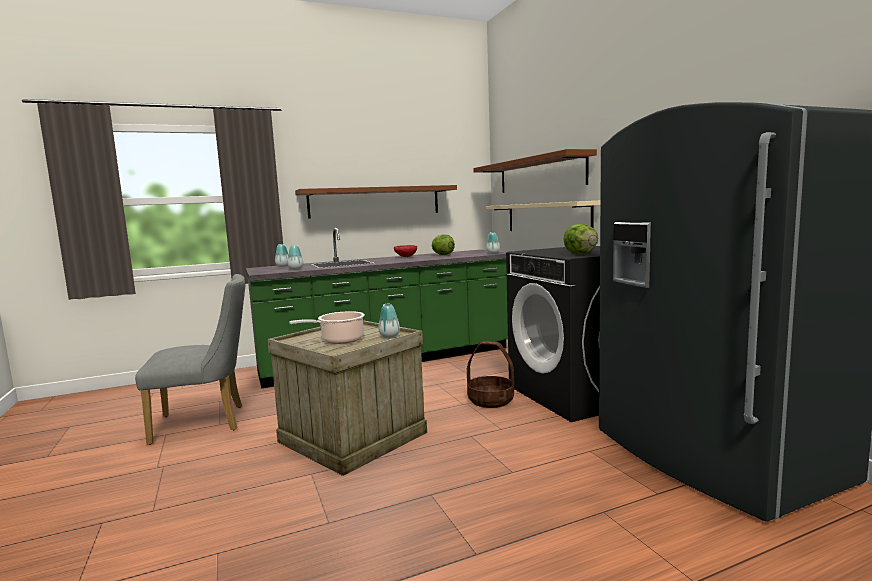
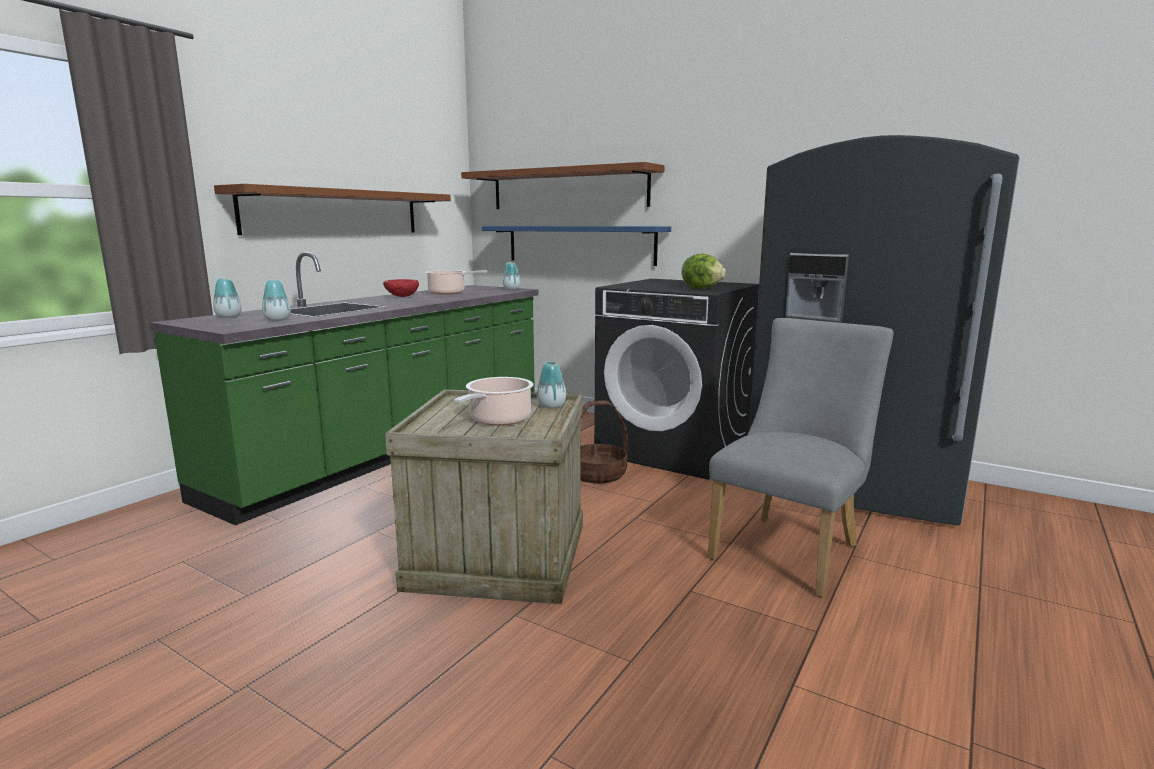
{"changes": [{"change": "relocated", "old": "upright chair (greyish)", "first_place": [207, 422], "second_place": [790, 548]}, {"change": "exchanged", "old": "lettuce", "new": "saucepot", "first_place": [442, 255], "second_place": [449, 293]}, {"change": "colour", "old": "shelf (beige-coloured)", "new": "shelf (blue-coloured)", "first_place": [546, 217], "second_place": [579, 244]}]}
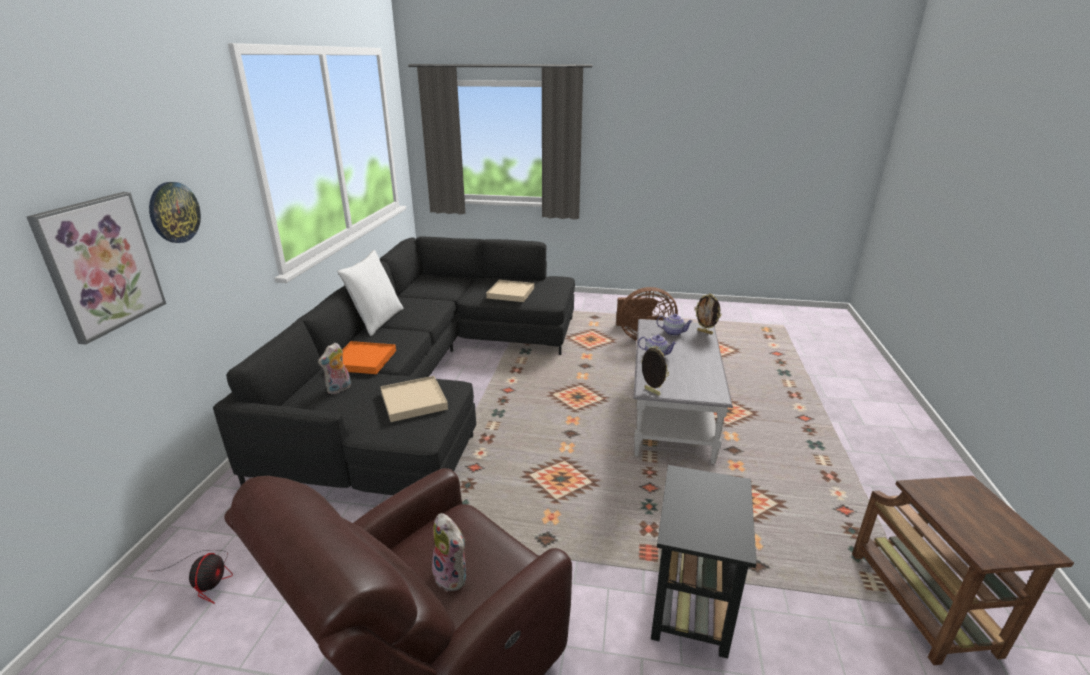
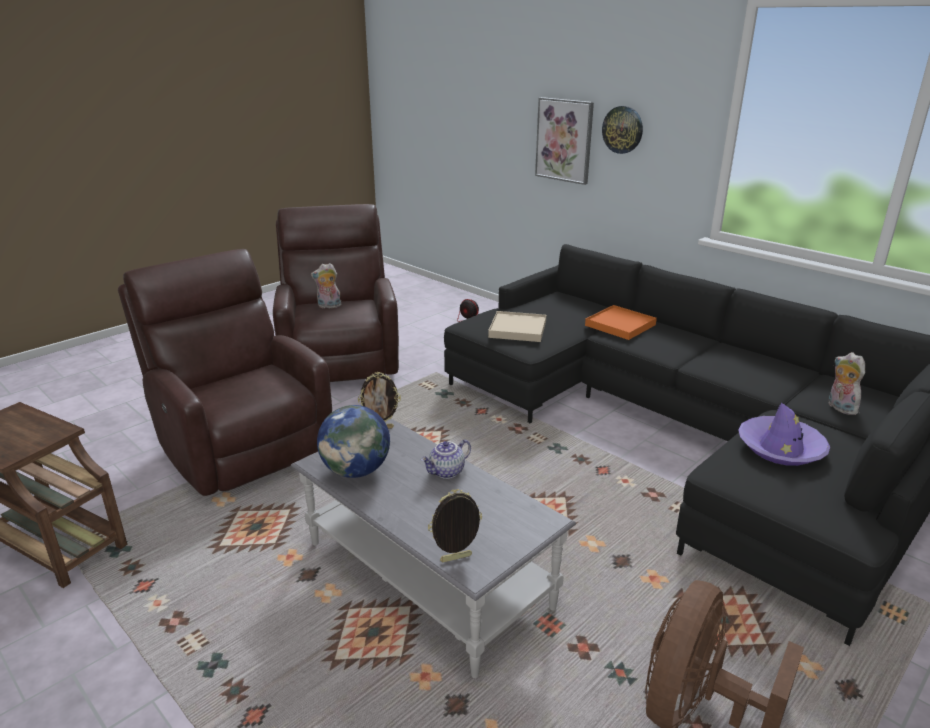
{"changes": [{"change": "relocated", "old": "soft toy", "first_place": [339, 389], "second_place": [839, 407]}, {"change": "missing", "old": "pillow (whitish)", "first_place": [377, 321]}, {"change": "exchanged", "old": "serving tray (beige-coloured)", "new": "clothing hat (purple)", "first_place": [510, 293], "second_place": [780, 448]}, {"change": "exchanged", "old": "side table (black)", "new": "armchair (brownish)", "first_place": [691, 597], "second_place": [242, 445]}, {"change": "missing", "old": "pot for tea", "first_place": [673, 332]}, {"change": "appeared", "new": "world globe", "second_place": [356, 471]}]}
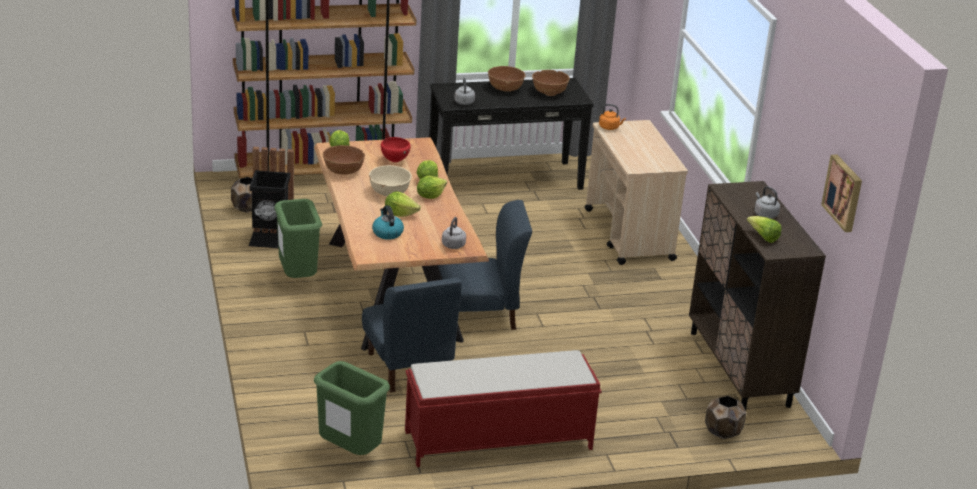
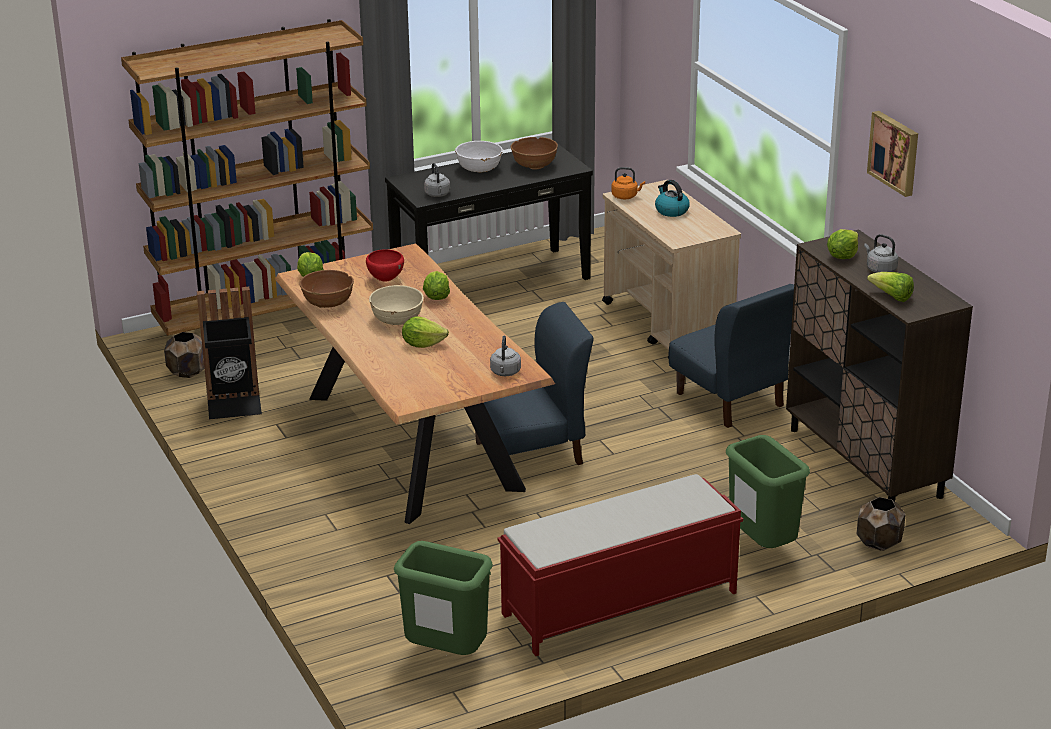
{"changes": [{"change": "relocated", "old": "trash can (green)", "first_place": [297, 278], "second_place": [760, 546]}, {"change": "relocated", "old": "upright chair (blue-coloured)", "first_place": [408, 367], "second_place": [729, 400]}, {"change": "relocated", "old": "tea kettle", "first_place": [387, 233], "second_place": [671, 210]}, {"change": "relocated", "old": "lettuce", "first_place": [430, 196], "second_place": [842, 256]}, {"change": "colour", "old": "deep dish (brownish)", "new": "deep dish (whitish)", "first_place": [505, 89], "second_place": [479, 169]}, {"change": "relocated", "old": "wall art", "first_place": [844, 192], "second_place": [895, 152]}]}
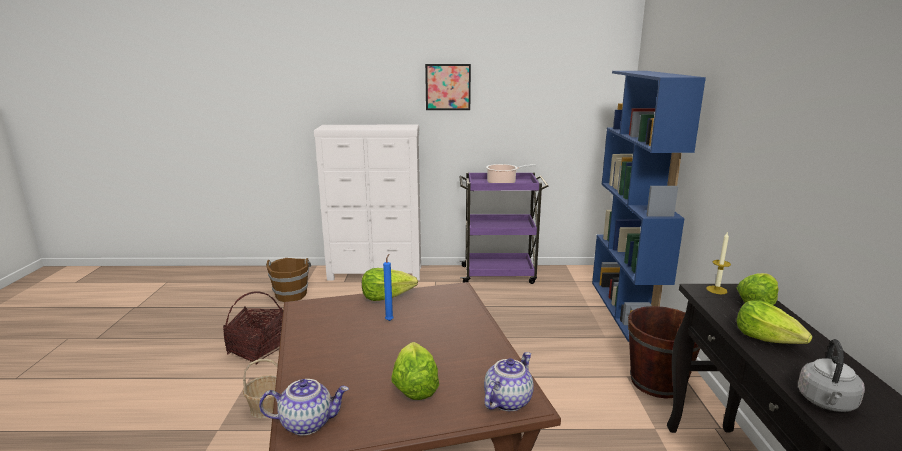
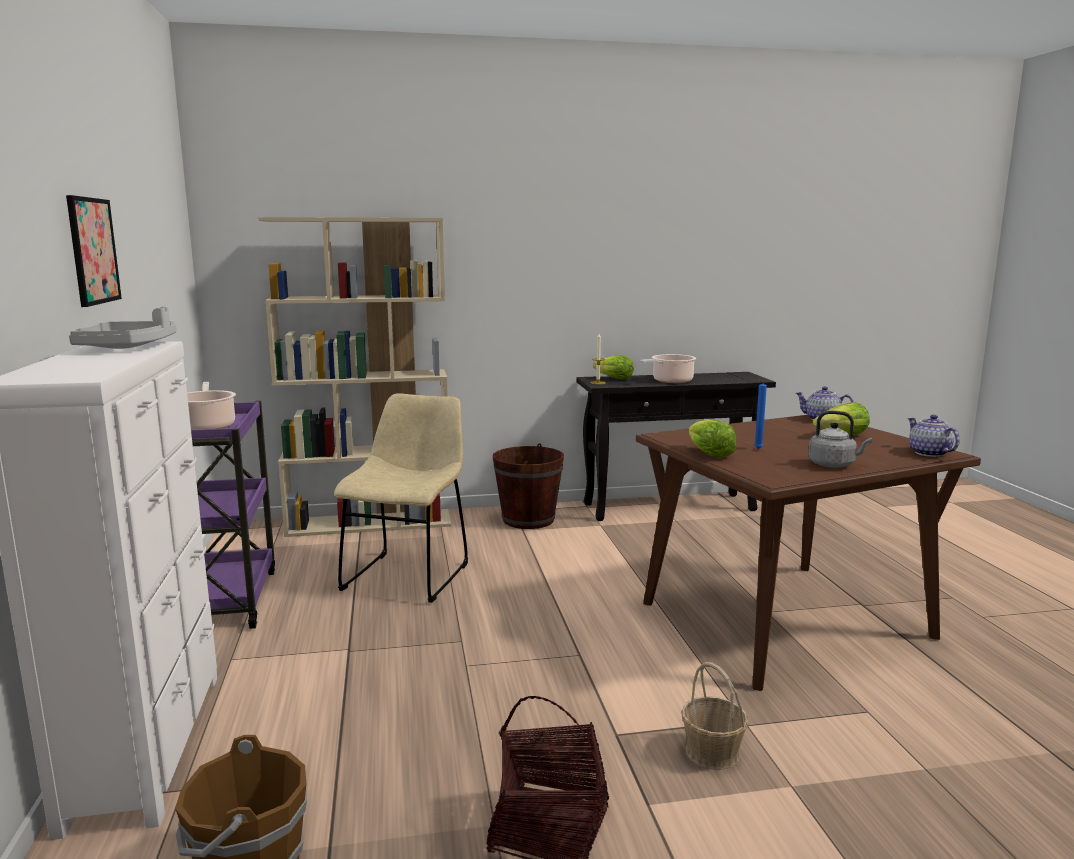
{"changes": [{"change": "colour", "old": "shelving unit (blue-coloured)", "new": "shelving unit (beige-coloured)", "first_place": [626, 309], "second_place": [370, 523]}, {"change": "exchanged", "old": "lettuce", "new": "saucepot", "first_place": [767, 339], "second_place": [670, 381]}, {"change": "relocated", "old": "tea kettle (greyish)", "first_place": [826, 403], "second_place": [834, 465]}, {"change": "appeared", "new": "serving tray (greyish)", "second_place": [128, 347]}, {"change": "appeared", "new": "upright chair (beige-coloured)", "second_place": [409, 574]}]}
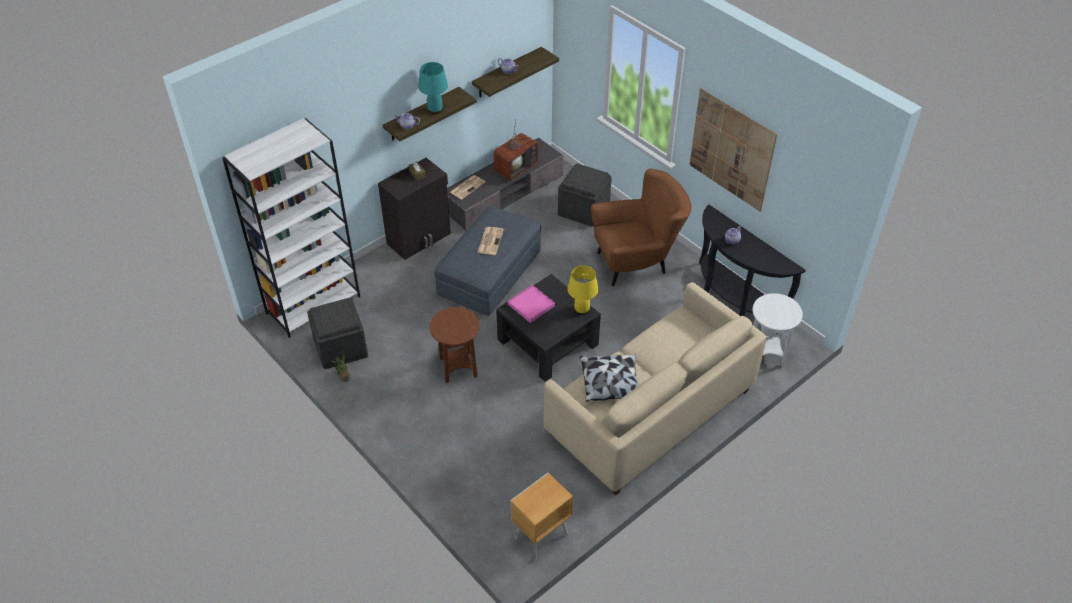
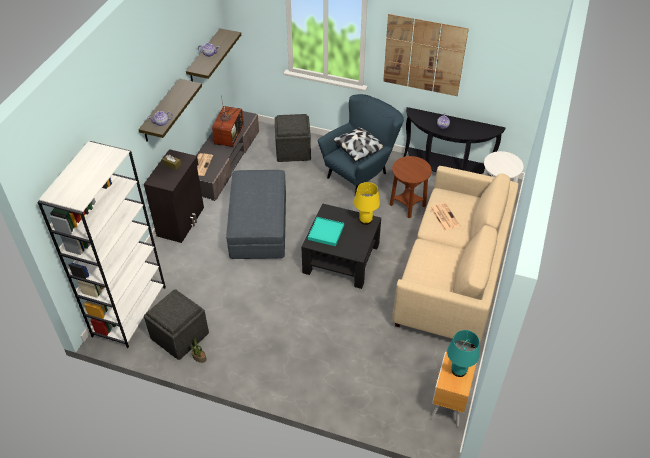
{"changes": [{"change": "relocated", "old": "tabletop lamp (turquoise-coloured)", "first_place": [434, 110], "second_place": [458, 370]}, {"change": "relocated", "old": "side table (brownish)", "first_place": [458, 367], "second_place": [407, 205]}, {"change": "relocated", "old": "printed paper", "first_place": [490, 241], "second_place": [444, 216]}, {"change": "colour", "old": "serving tray (pinkish)", "new": "serving tray (turquoise-coloured)", "first_place": [531, 305], "second_place": [326, 232]}, {"change": "relocated", "old": "pillow", "first_place": [610, 384], "second_place": [360, 148]}, {"change": "colour", "old": "armchair (brownish)", "new": "armchair (blue-coloured)", "first_place": [637, 263], "second_place": [360, 174]}]}
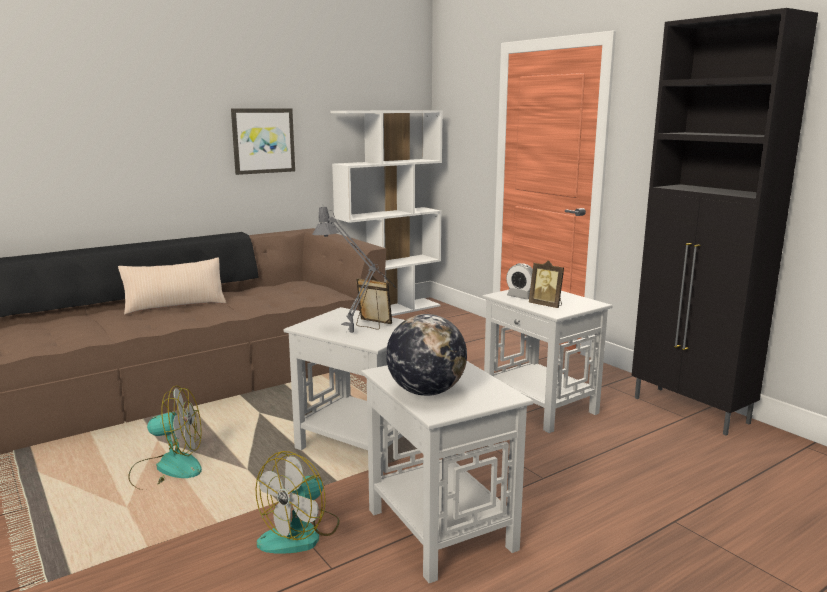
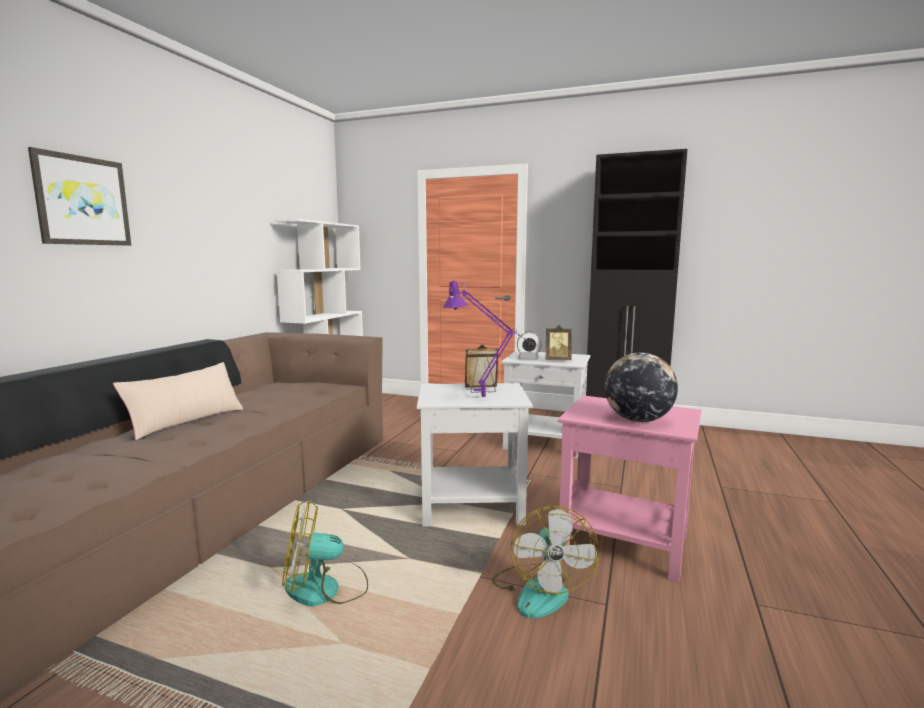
{"changes": [{"change": "spun", "old": "electric fan", "first_place": [167, 468], "second_place": [325, 589], "degrees": -150}, {"change": "relocated", "old": "wall art", "first_place": [263, 141], "second_place": [82, 201]}, {"change": "colour", "old": "tabletop lamp (greyish)", "new": "tabletop lamp (purple)", "first_place": [357, 335], "second_place": [489, 398]}, {"change": "colour", "old": "side table (whitish)", "new": "side table (pinkish)", "first_place": [440, 528], "second_place": [621, 542]}]}
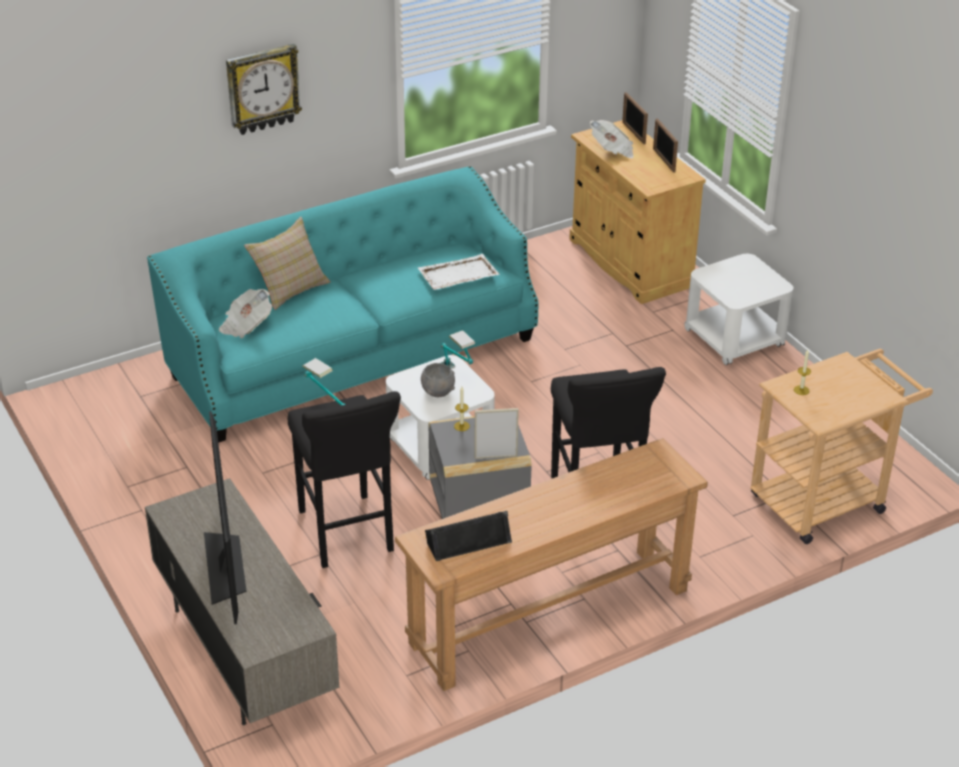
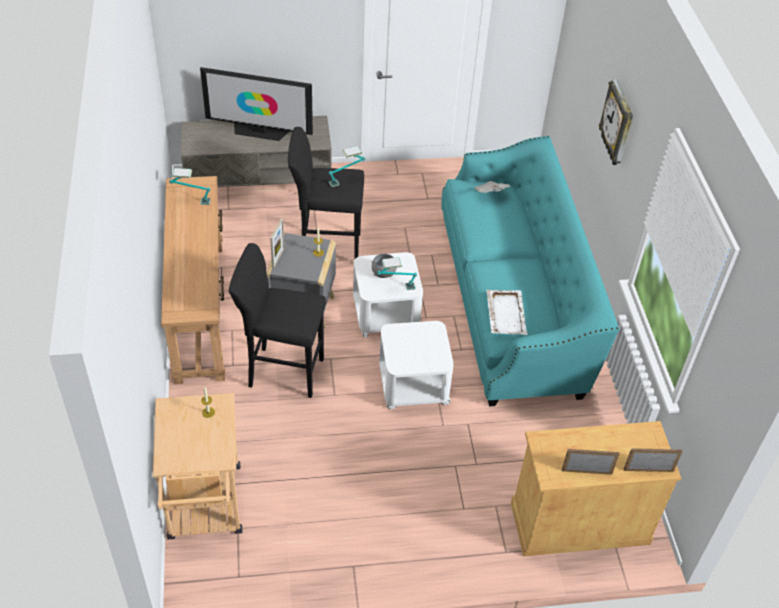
{"changes": [{"change": "missing", "old": "pillow (beige-coloured)", "first_place": [290, 289]}, {"change": "exchanged", "old": "speaker (black)", "new": "tabletop lamp", "first_place": [468, 540], "second_place": [191, 201]}, {"change": "missing", "old": "printed paper", "first_place": [612, 150]}, {"change": "relocated", "old": "side table (whitish)", "first_place": [735, 338], "second_place": [413, 384]}]}
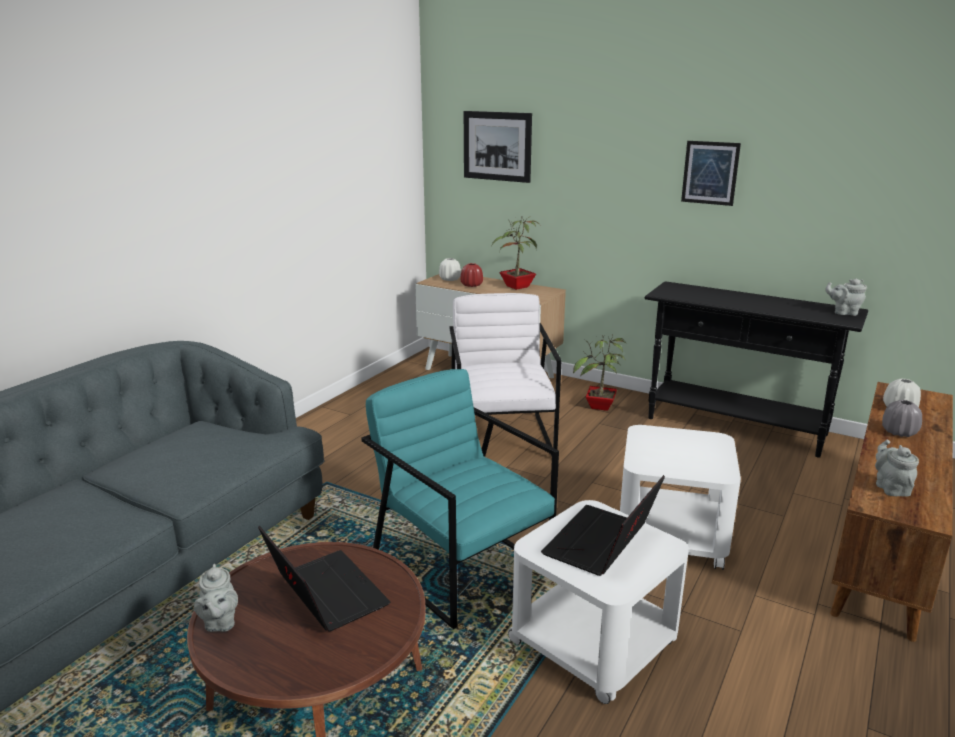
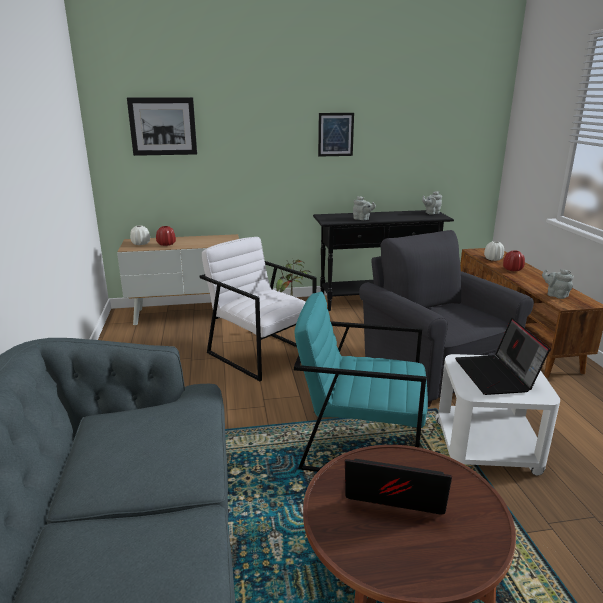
{"changes": [{"change": "relocated", "old": "pot for tea (greyish)", "first_place": [220, 623], "second_place": [362, 219]}, {"change": "missing", "old": "plant in a pot", "first_place": [516, 287]}, {"change": "exchanged", "old": "side table (whitish)", "new": "armchair (greyish)", "first_place": [671, 534], "second_place": [432, 370]}, {"change": "colour", "old": "decorative vase (greyish)", "new": "decorative vase (red-coloured)", "first_place": [899, 432], "second_place": [512, 269]}]}
